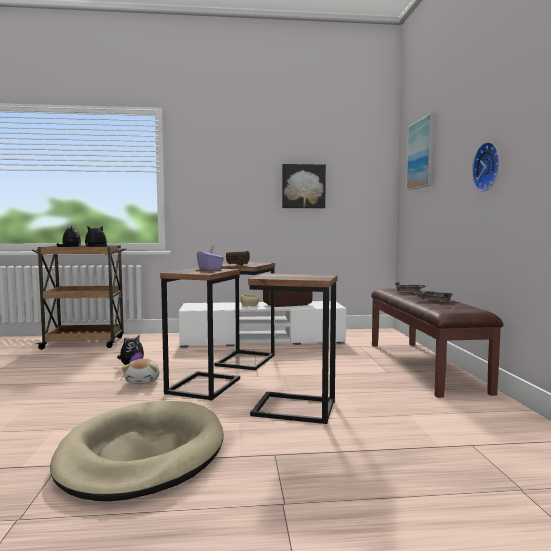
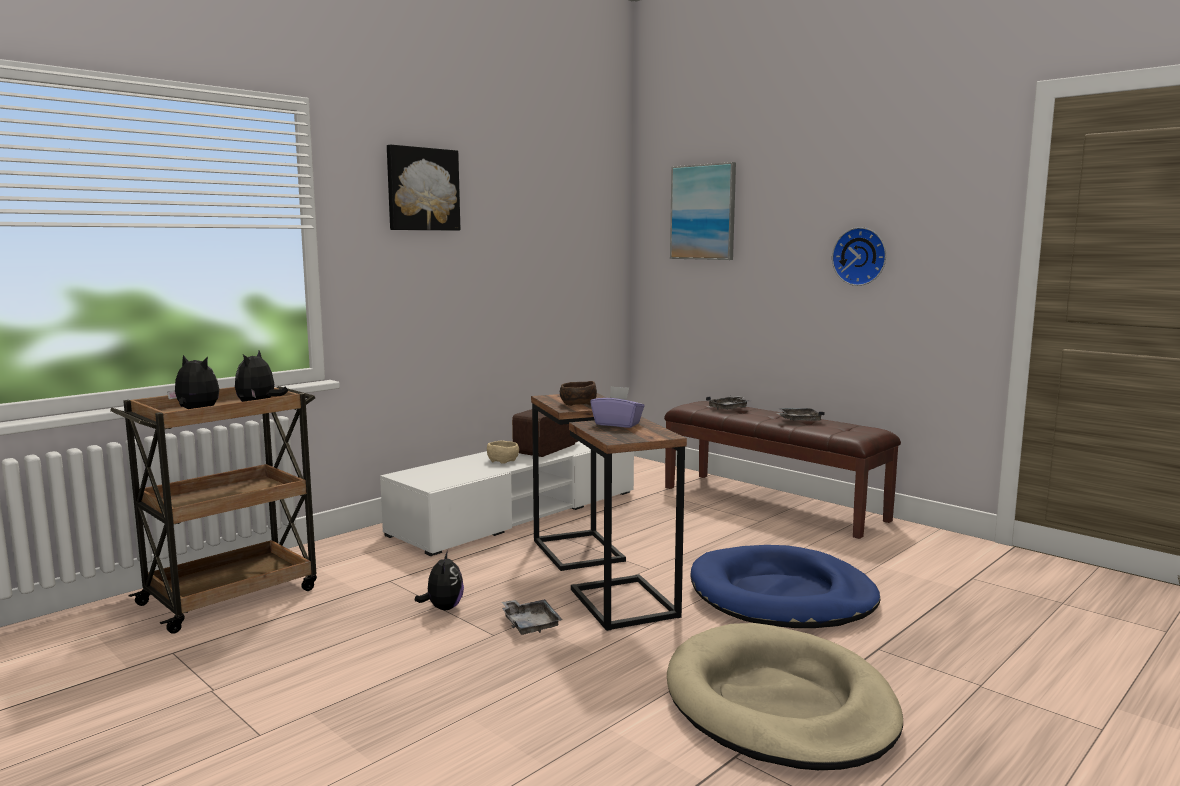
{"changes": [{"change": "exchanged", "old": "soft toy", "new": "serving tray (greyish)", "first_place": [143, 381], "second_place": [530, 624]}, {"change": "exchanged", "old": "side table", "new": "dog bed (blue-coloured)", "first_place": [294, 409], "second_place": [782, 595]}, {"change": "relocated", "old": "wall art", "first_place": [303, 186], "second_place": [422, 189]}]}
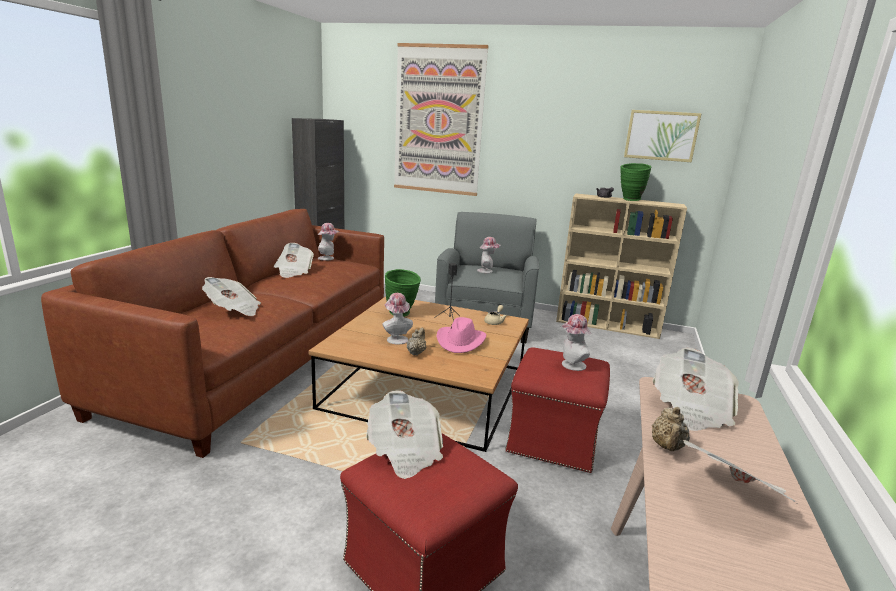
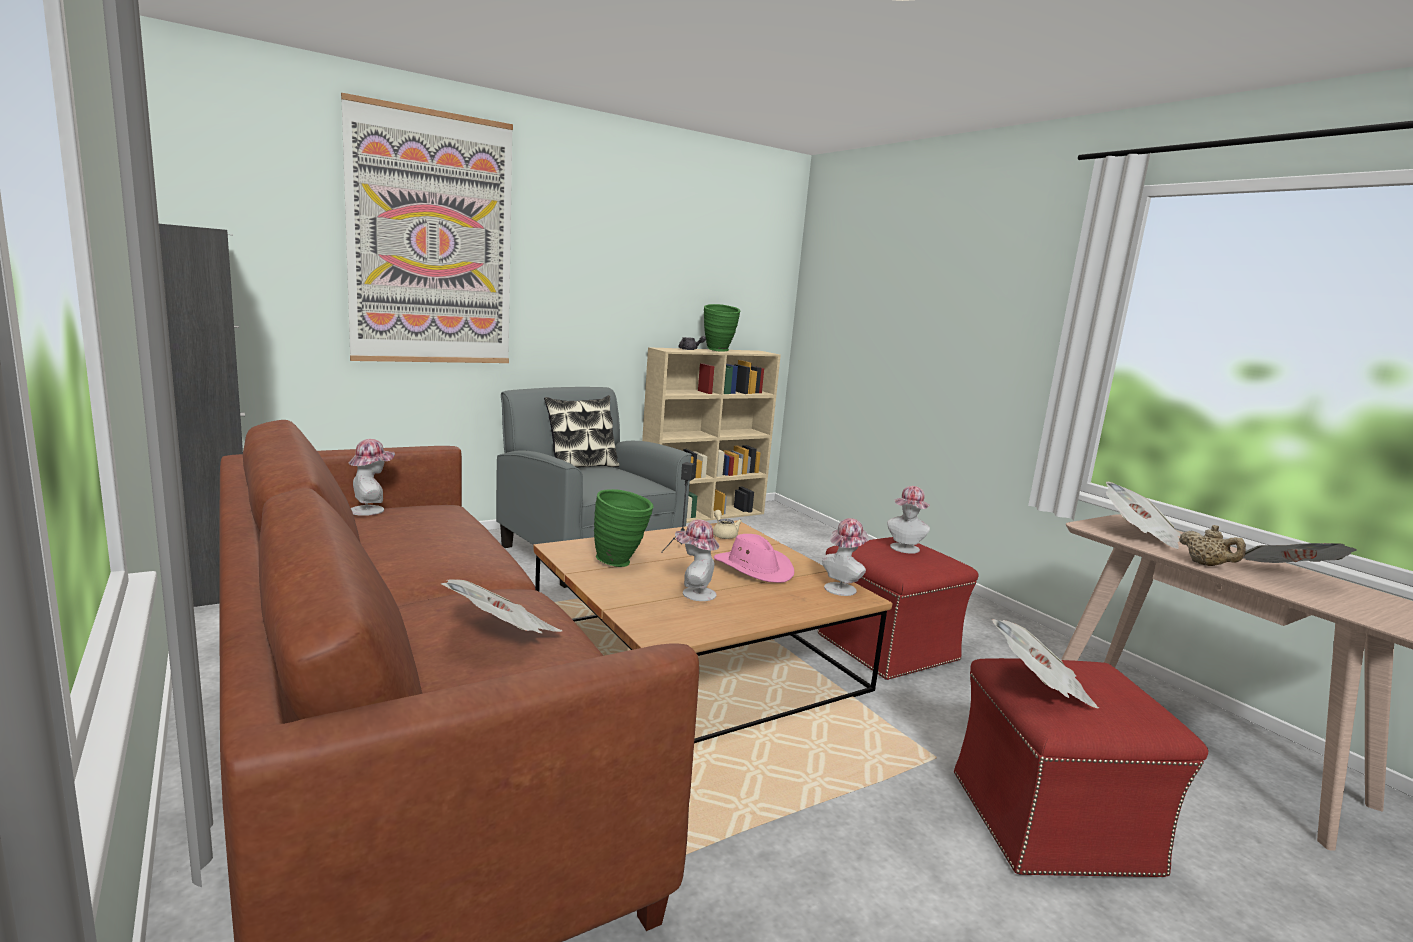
{"changes": [{"change": "missing", "old": "printed paper", "first_place": [292, 271]}, {"change": "missing", "old": "pot for tea (beige-coloured)", "first_place": [416, 353]}, {"change": "relocated", "old": "clothing hat", "first_place": [487, 271], "second_place": [842, 588]}, {"change": "missing", "old": "wall art", "first_place": [661, 135]}, {"change": "appeared", "new": "pillow", "second_place": [581, 467]}]}
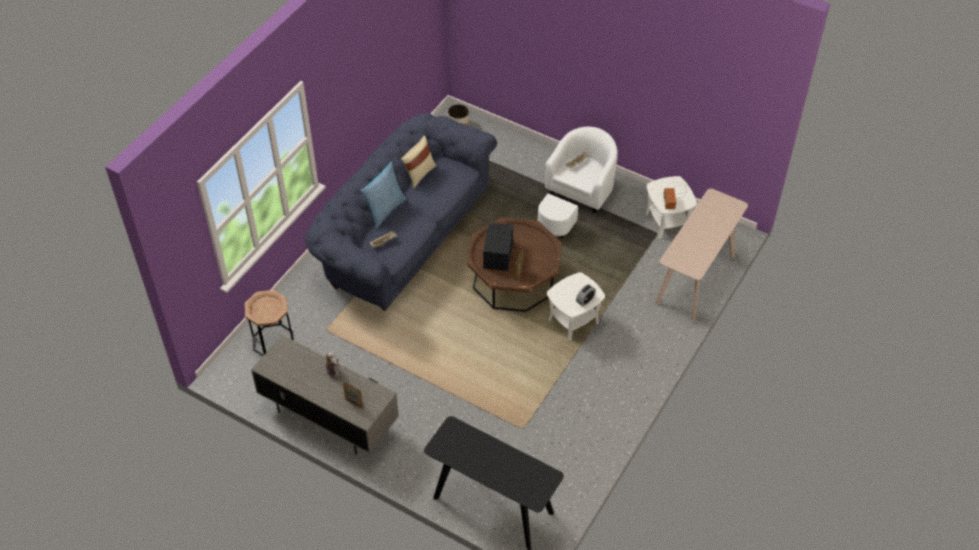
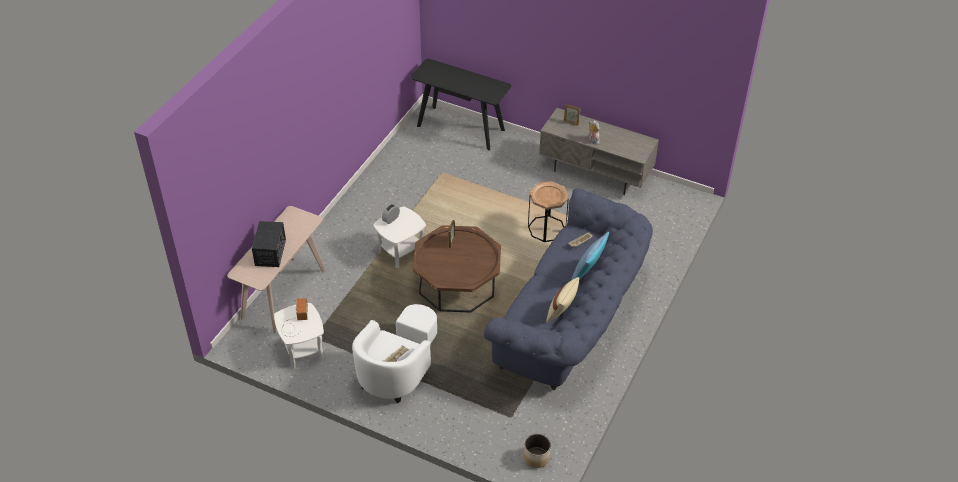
{"changes": [{"change": "relocated", "old": "side table (brownish)", "first_place": [273, 341], "second_place": [546, 229]}, {"change": "relocated", "old": "radio receiver", "first_place": [498, 254], "second_place": [270, 253]}]}
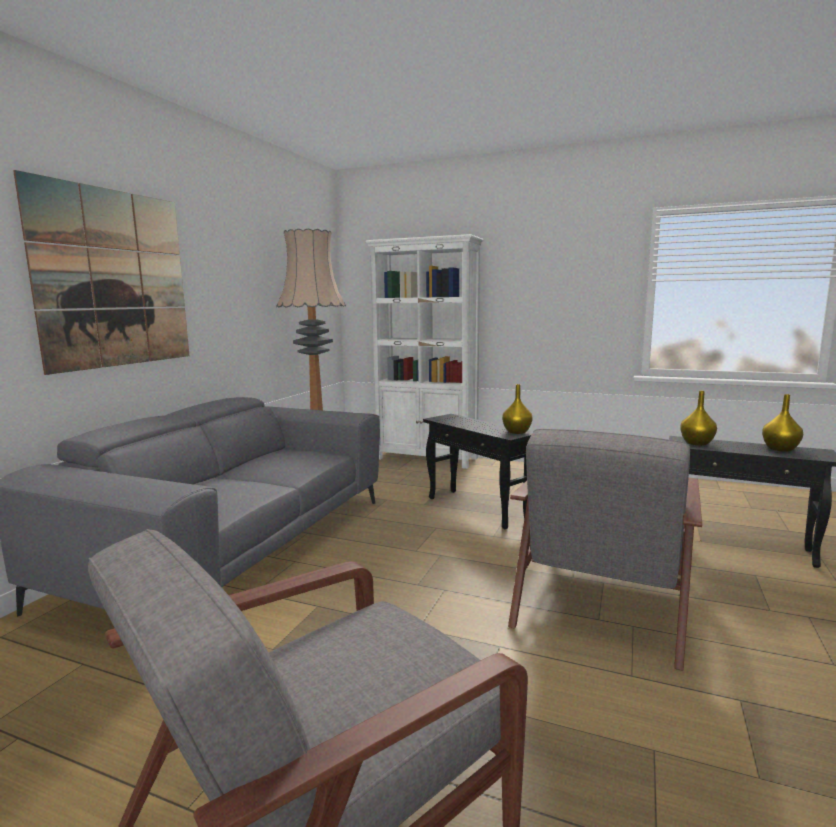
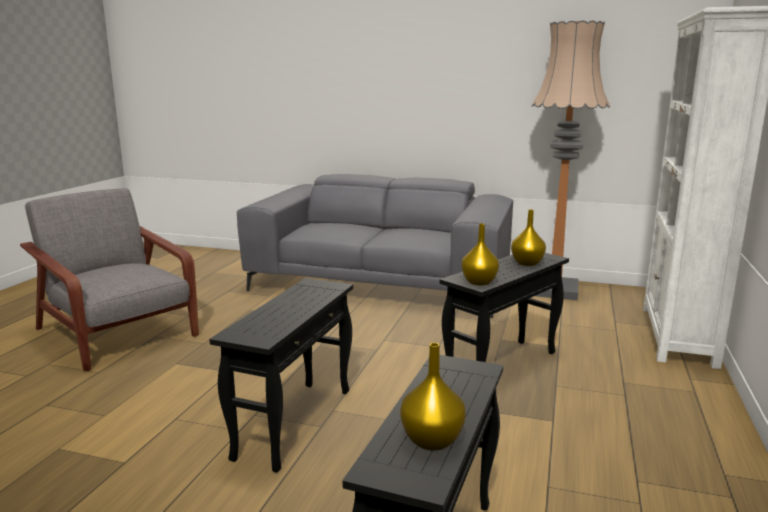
{"changes": [{"change": "missing", "old": "wall art", "first_place": [114, 279]}, {"change": "exchanged", "old": "armchair (greyish)", "new": "side table (black)", "first_place": [604, 595], "second_place": [294, 423]}, {"change": "relocated", "old": "decorative vase (yellow)", "first_place": [697, 443], "second_place": [527, 263]}]}
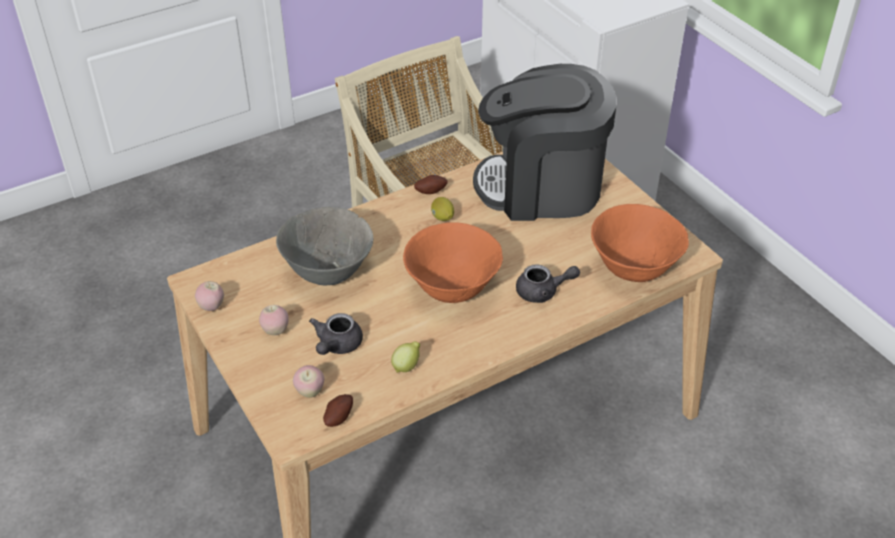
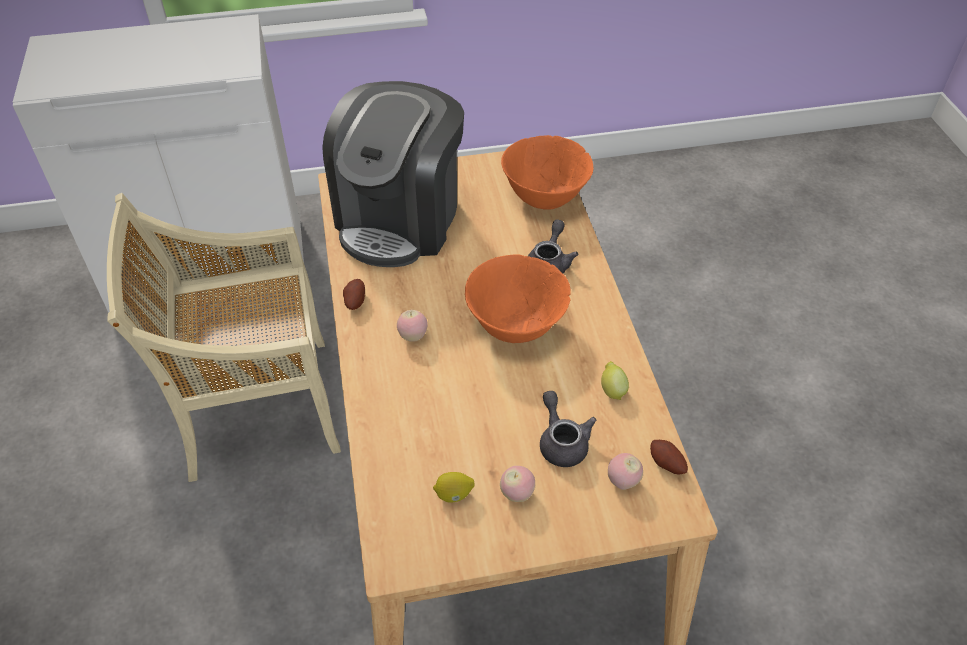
{"changes": [{"change": "relocated", "old": "apple fruit", "first_place": [211, 307], "second_place": [413, 336]}, {"change": "missing", "old": "deep dish (greyish)", "first_place": [327, 271]}, {"change": "spun", "old": "pot for tea (greyish)", "first_place": [337, 345], "second_place": [562, 442], "degrees": -150}, {"change": "relocated", "old": "whole lemon", "first_place": [442, 218], "second_place": [454, 495]}]}
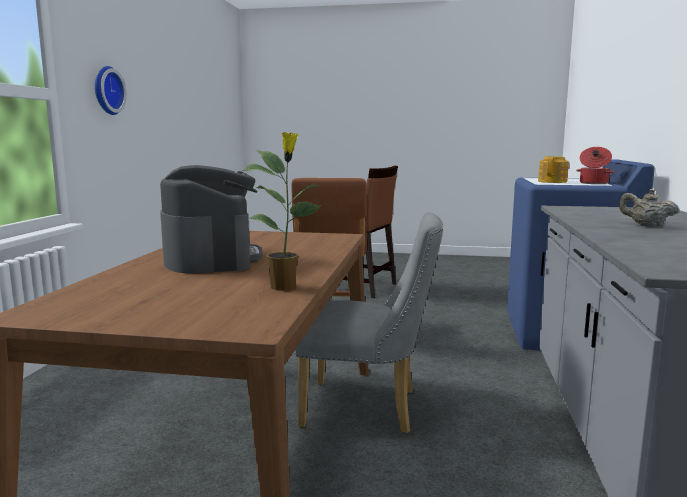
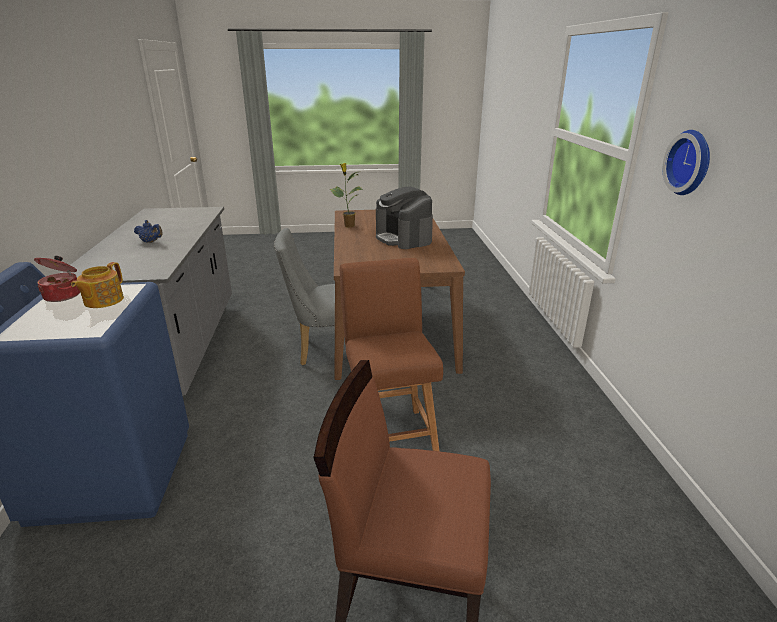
{"changes": [{"change": "colour", "old": "pot for tea (beige-coloured)", "new": "pot for tea (blue-coloured)", "first_place": [646, 226], "second_place": [151, 242]}]}
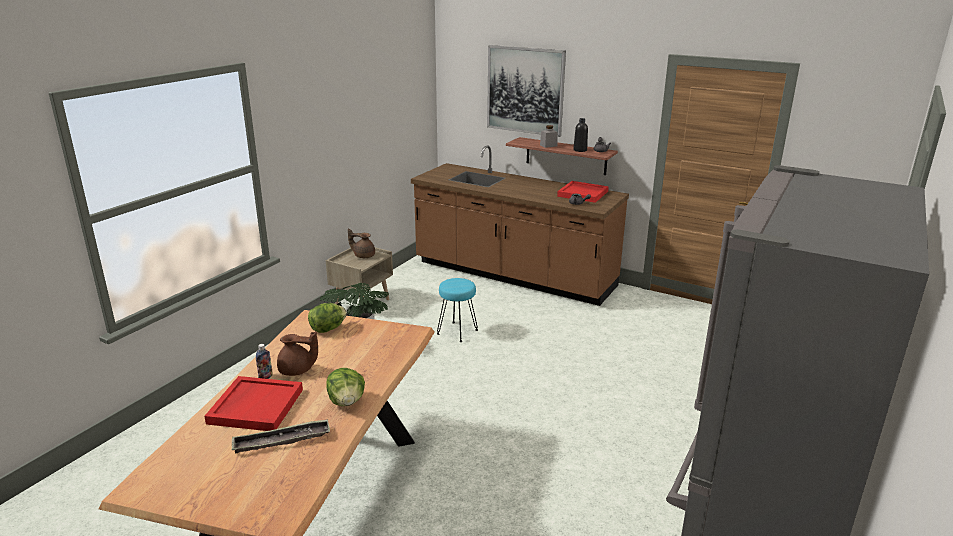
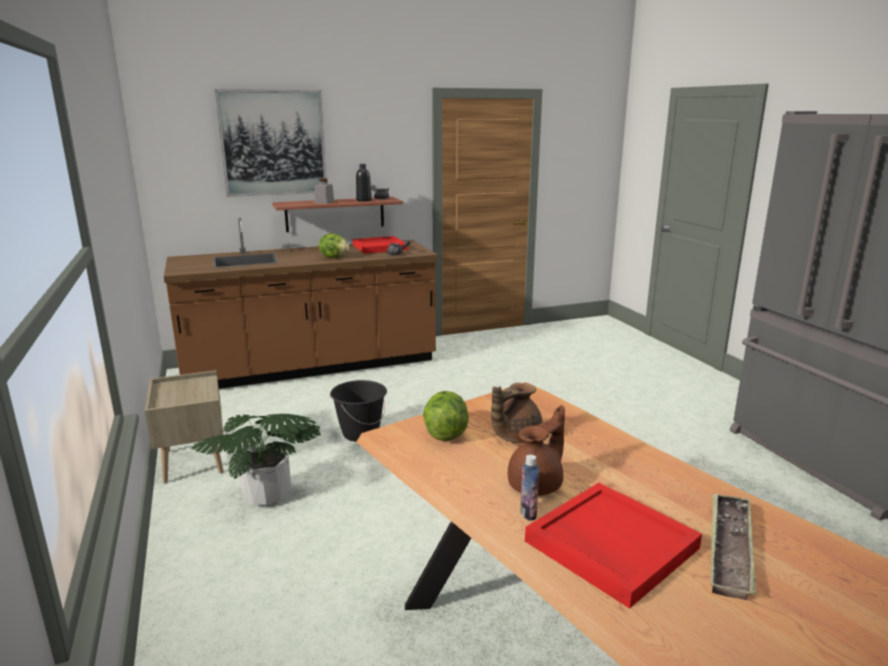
{"changes": [{"change": "relocated", "old": "lettuce", "first_place": [347, 402], "second_place": [334, 257]}, {"change": "relocated", "old": "pot for tea (brownish)", "first_place": [363, 255], "second_place": [515, 437]}, {"change": "exchanged", "old": "stool (turquoise-coloured)", "new": "pail (black)", "first_place": [457, 332], "second_place": [360, 433]}]}
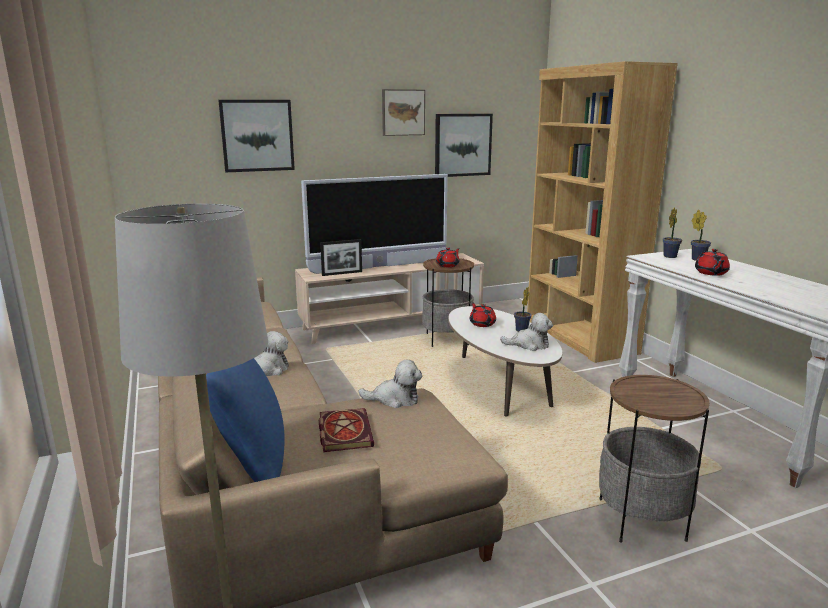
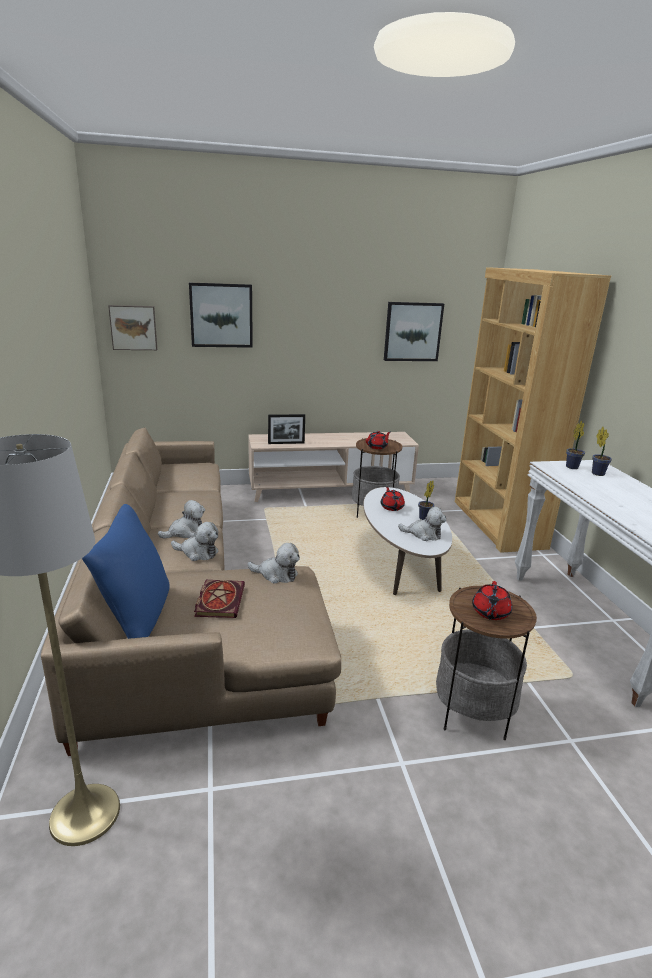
{"changes": [{"change": "missing", "old": "television", "first_place": [379, 267]}, {"change": "relocated", "old": "wall art", "first_place": [402, 112], "second_place": [133, 327]}, {"change": "relocated", "old": "pot for tea (red-coloured)", "first_place": [711, 273], "second_place": [490, 612]}, {"change": "appeared", "new": "soft toy", "second_place": [198, 552]}]}
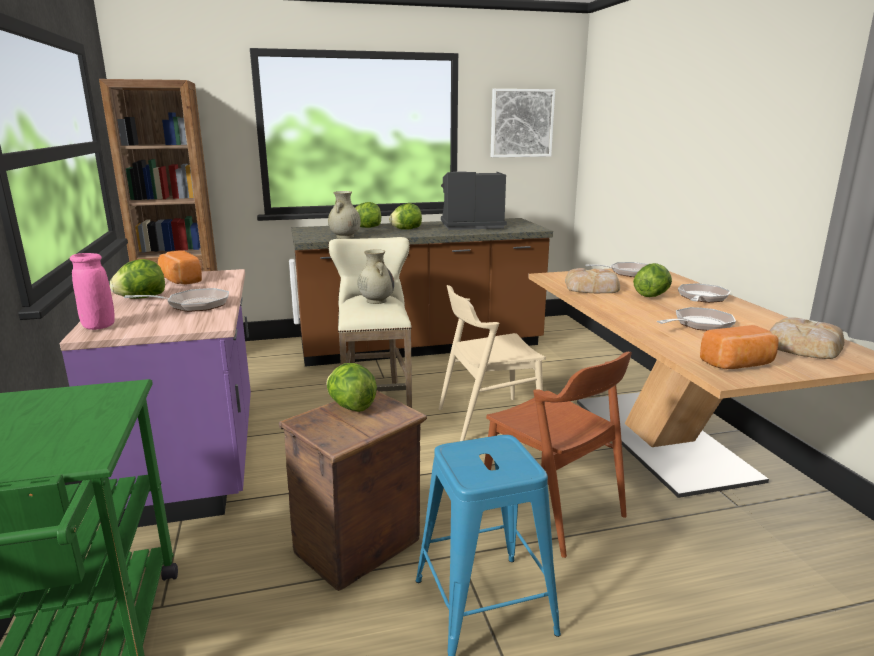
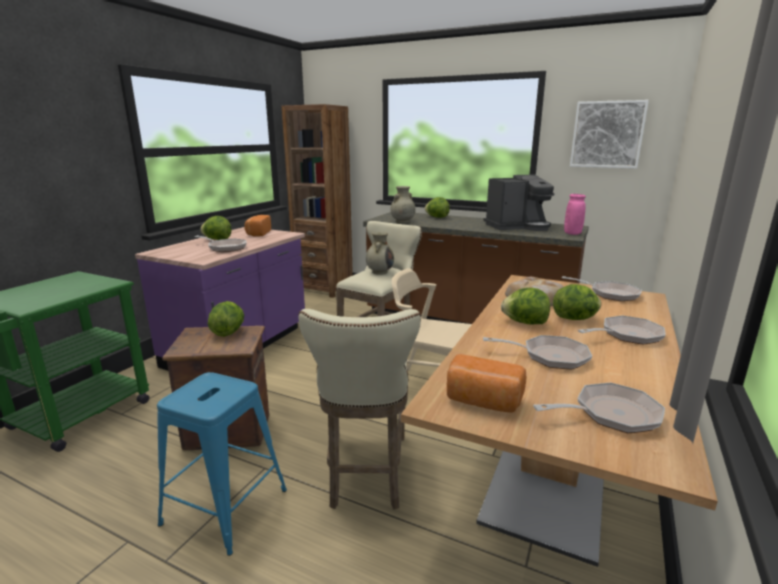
{"changes": [{"change": "relocated", "old": "decorative vase (pinkish)", "first_place": [98, 326], "second_place": [572, 233]}, {"change": "relocated", "old": "lettuce", "first_place": [406, 229], "second_place": [525, 322]}, {"change": "spun", "old": "coffee brewer", "first_place": [470, 226], "second_place": [517, 226], "degrees": 135}, {"change": "exchanged", "old": "upright chair (brownish)", "new": "stool (beige-coloured)", "first_place": [552, 509], "second_place": [365, 474]}, {"change": "exchanged", "old": "baked bread", "new": "frying pan", "first_place": [801, 346], "second_place": [610, 414]}]}
